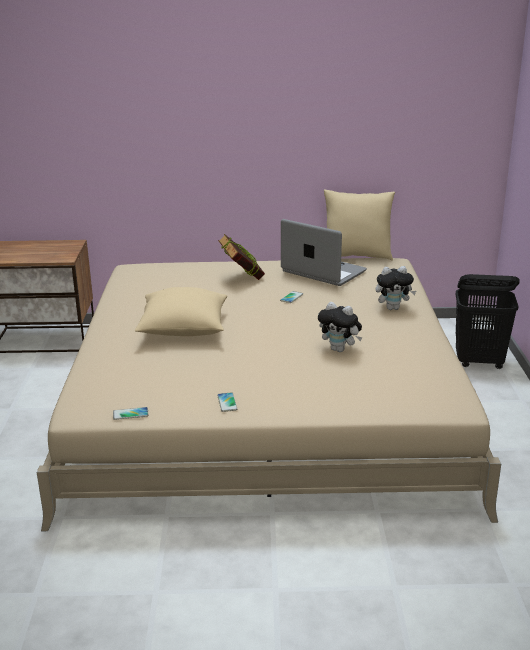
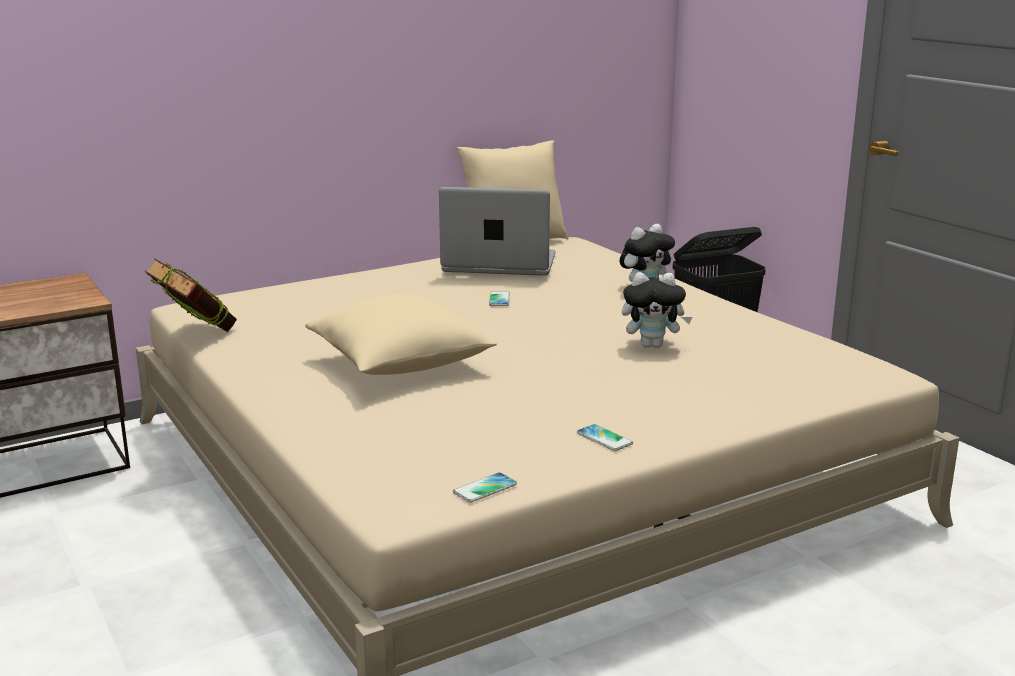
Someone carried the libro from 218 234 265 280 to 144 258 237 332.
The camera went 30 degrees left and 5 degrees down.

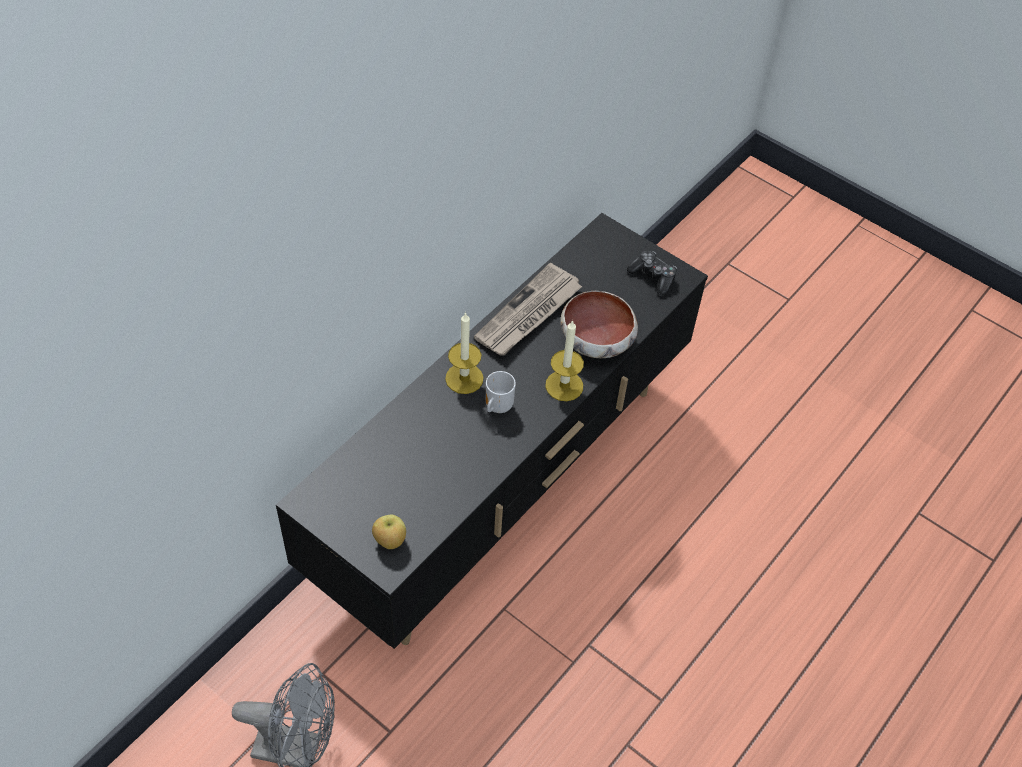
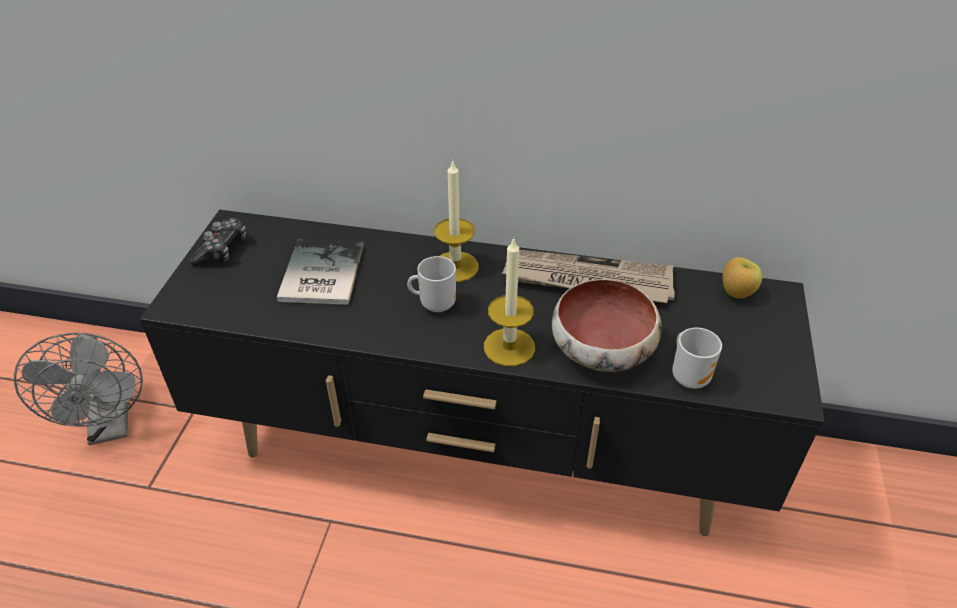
Someone put down the libro at 277 239 364 305.
Someone put down the taza grande at 672 328 722 389.
Someone carried the manzana from 372 515 406 549 to 723 257 763 298.
Someone carried the mando de consola from 627 251 677 295 to 189 218 246 266.
The camera went 65 degrees right and 10 degrees down.

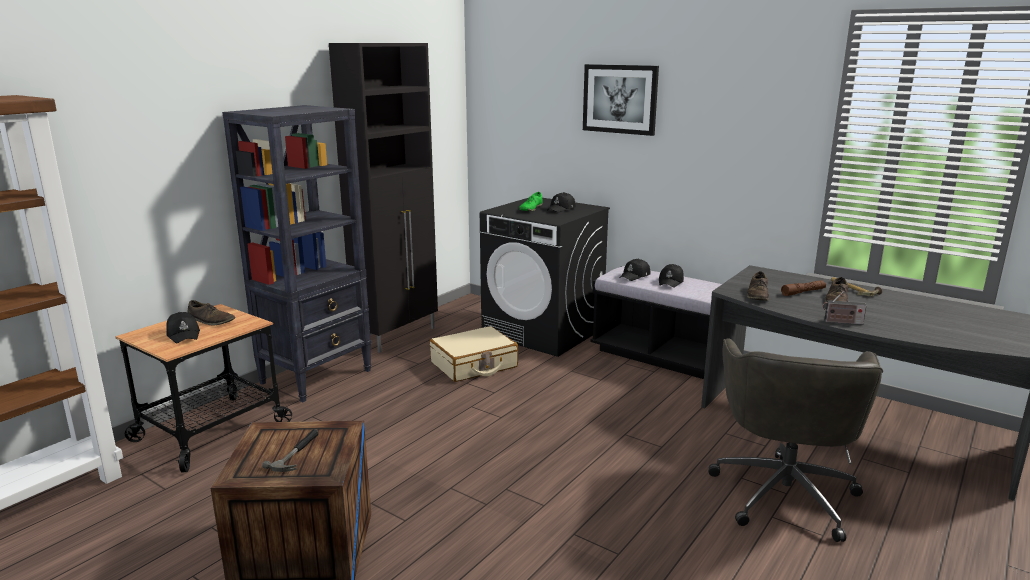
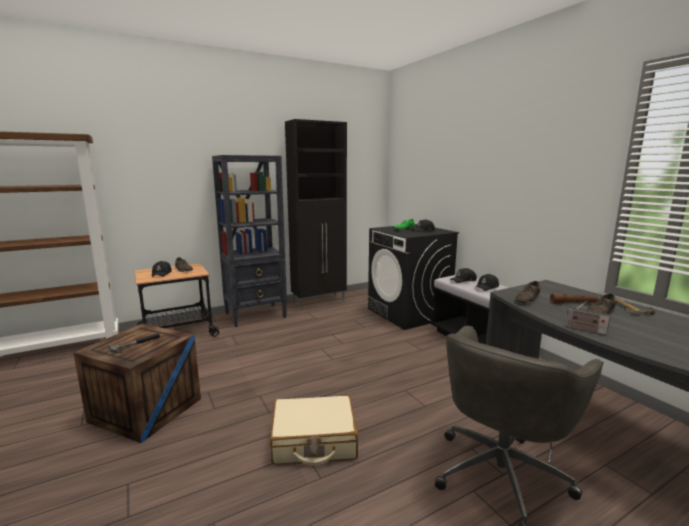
Someone took away the cuadro at 583 64 659 136.
Someone carried the maleta/beis from 430 326 518 382 to 270 395 358 466.
The camera went 25 degrees right and 5 degrees down.

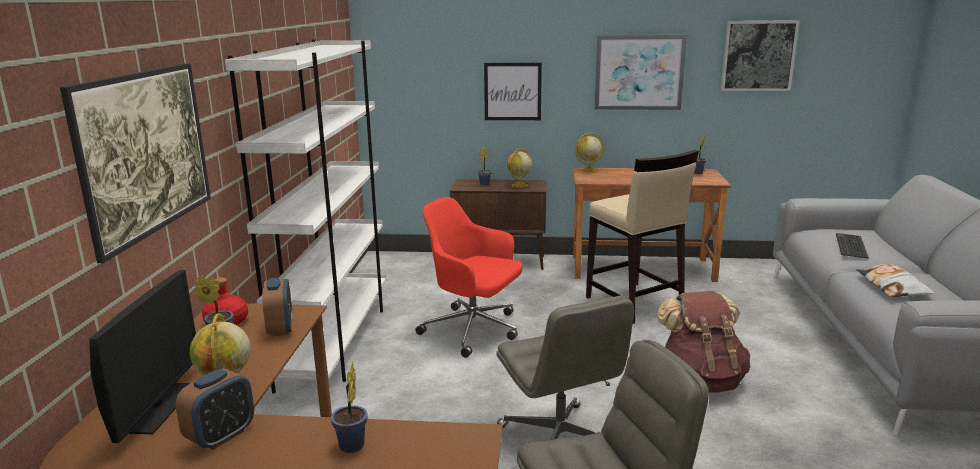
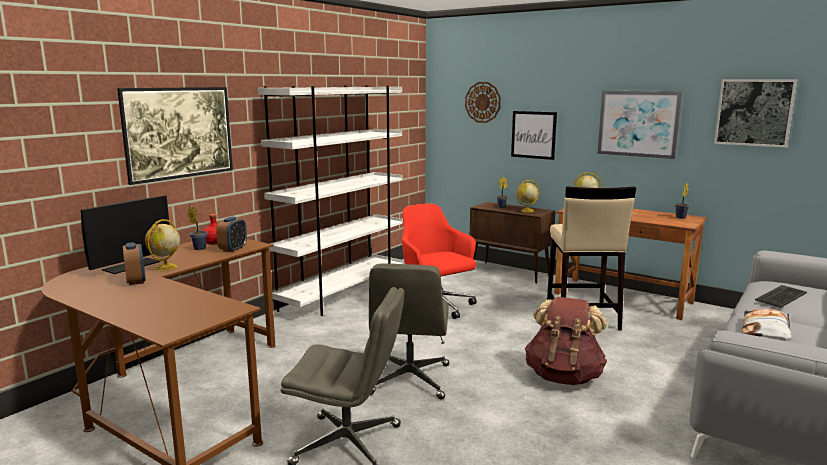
Someone took away the planta en maceta at 331 361 368 453.
Someone put up the reloj de pared at 465 82 501 123.
Someone rotated the despertador at 176 369 254 450 by 90 degrees counterclockwise.
The camera went 30 degrees right and 5 degrees down.

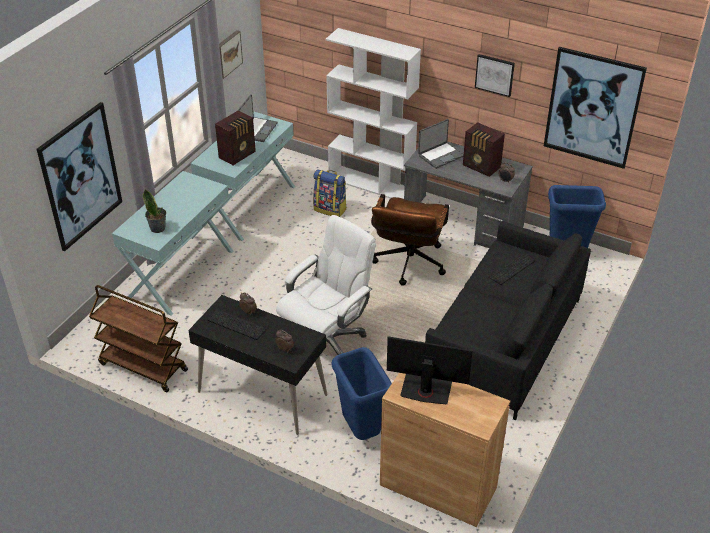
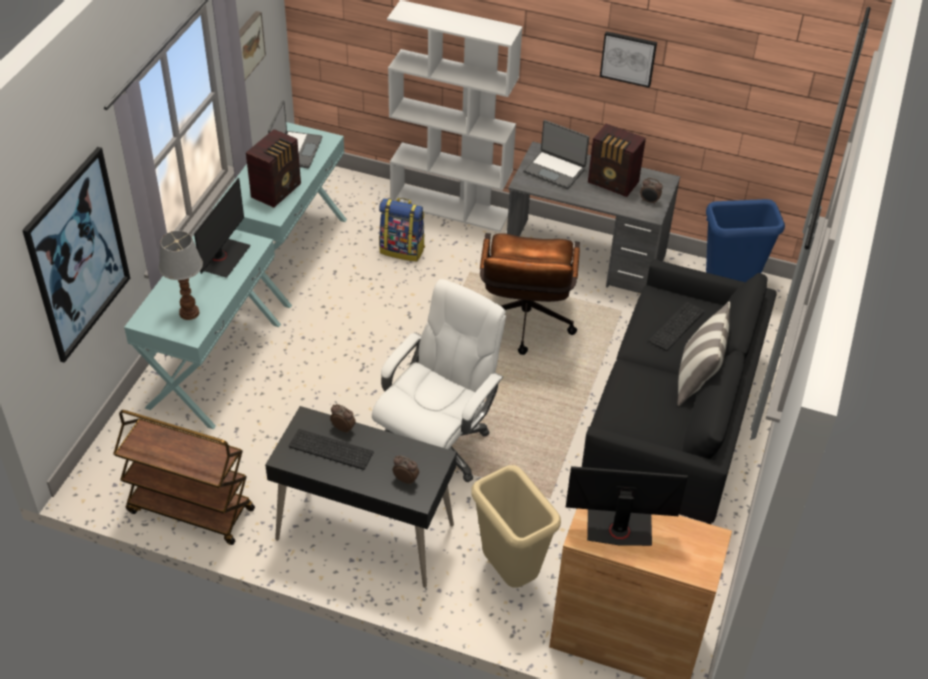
Someone took away the cuadro at 544 47 647 169.
Someone put down the monitor at 194 178 251 278.
Someone put down the cojín at 677 302 730 406.
Someone swapped the planta en maceta at 143 190 166 233 for the lámpara de mesa at 159 230 203 320.
Someone repainted the papelera/azul at 332 347 392 440, which became the papelera/beis at 471 465 561 588.
Someone rotated the portátil at 418 119 464 169 by 75 degrees clockwise.
The camera went 10 degrees left and 5 degrees up.

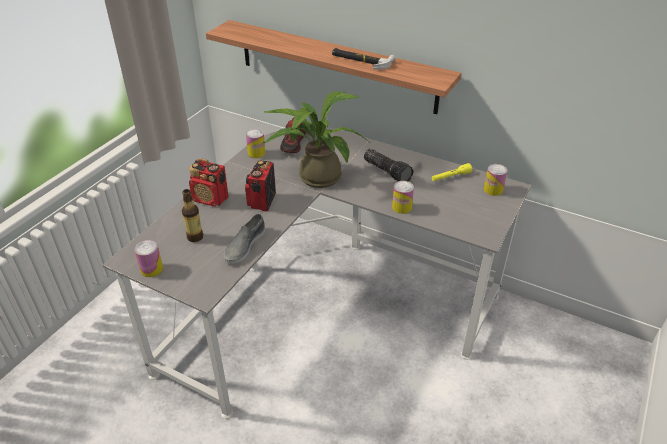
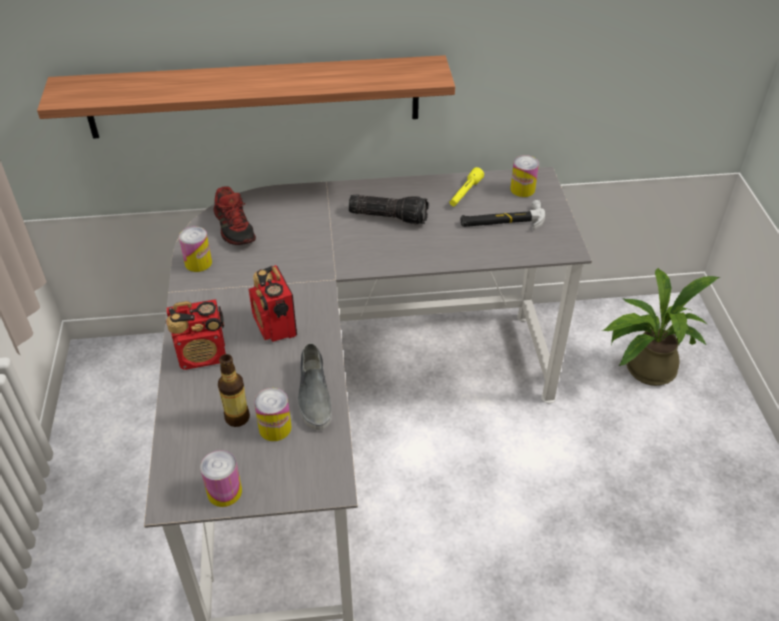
Someone carried the planta en maceta from 263 92 369 188 to 602 268 720 386.
Someone carried the martillo from 332 48 396 70 to 460 200 545 230.
Someone carried the lata from 392 181 414 214 to 254 388 291 441.
The camera went 35 degrees left and 5 degrees up.

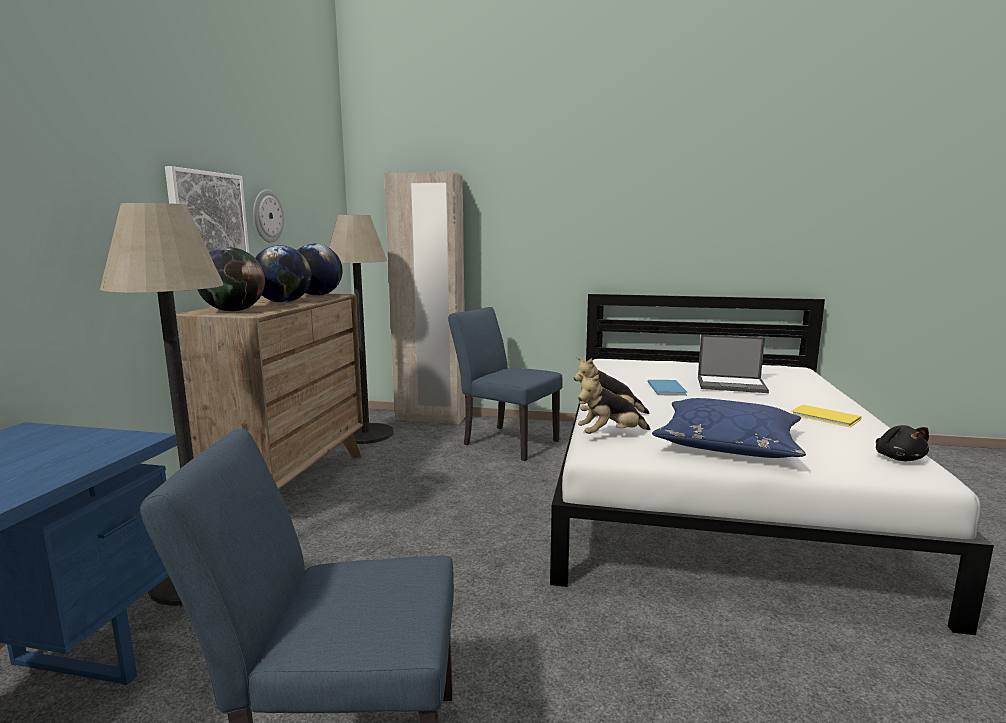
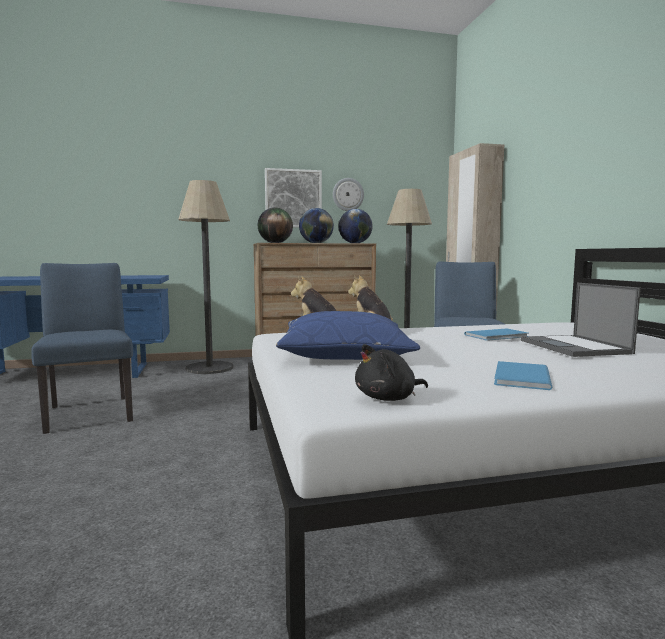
Someone repainted the libro/amarillo at 792 405 862 427, which became the libro/azul at 494 361 552 390.
The camera went 65 degrees right and 5 degrees down.

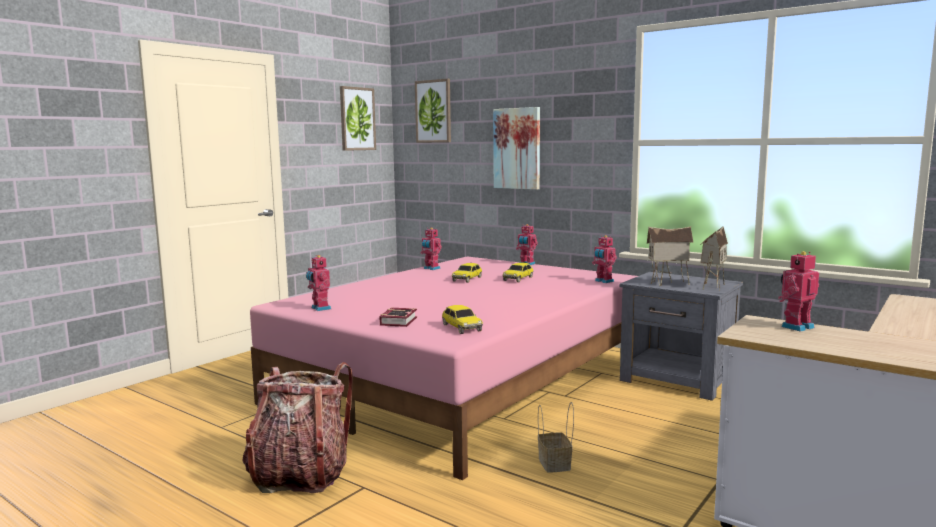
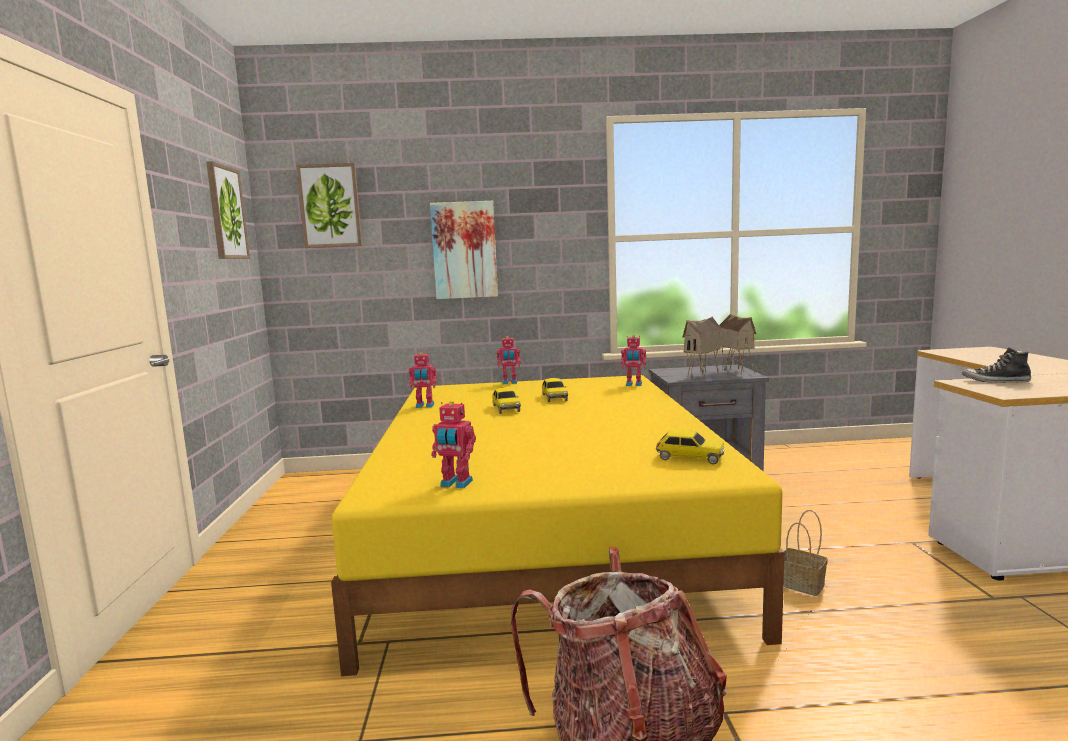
Someone took away the libro at 379 308 417 327.
Someone swapped the robot de juguete at 778 251 819 332 for the zapato at 962 347 1031 383.
Someone repainted the cama/rosa at 250 256 638 480, which became the cama/amarillo at 331 375 785 676.
The camera went 40 degrees left and 0 degrees up.

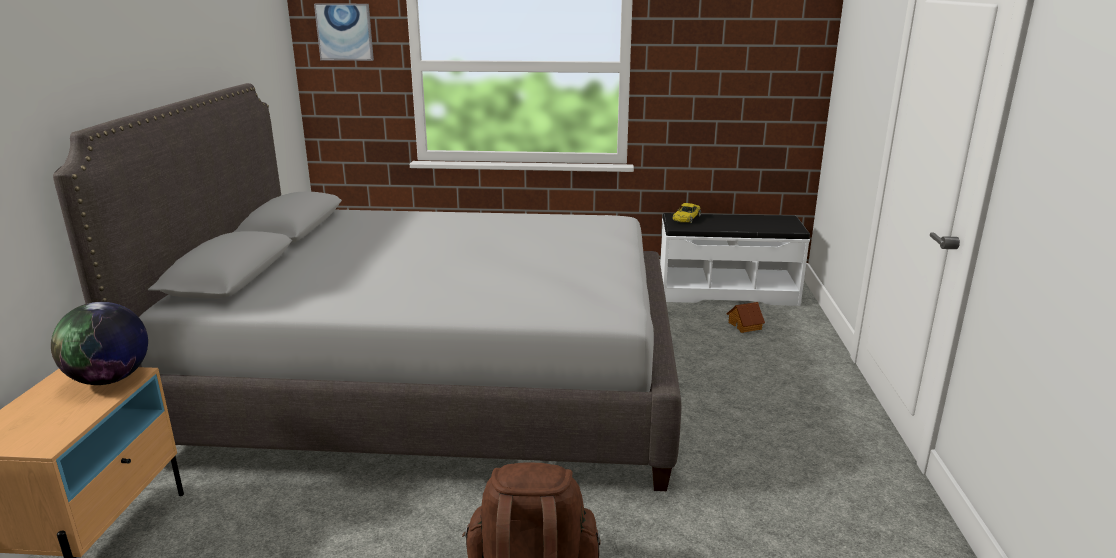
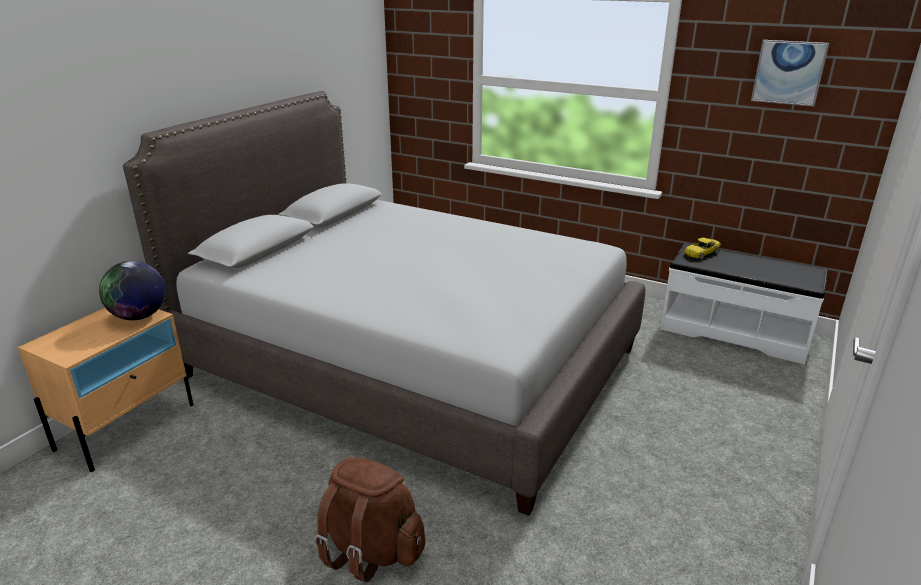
Someone took away the casita at 727 302 765 333.
Someone carried the cuadro from 314 4 374 61 to 751 40 829 106.
The camera went 25 degrees right and 5 degrees up.

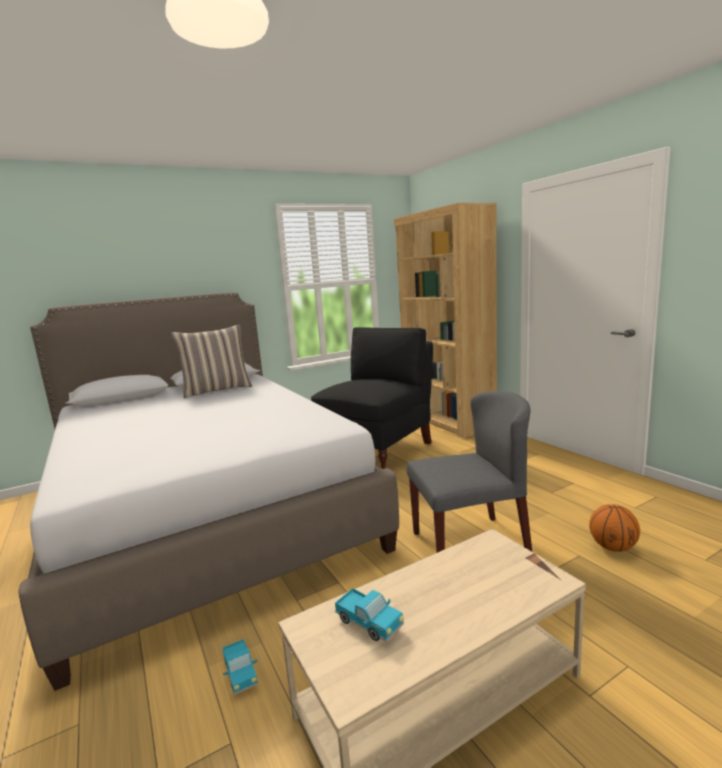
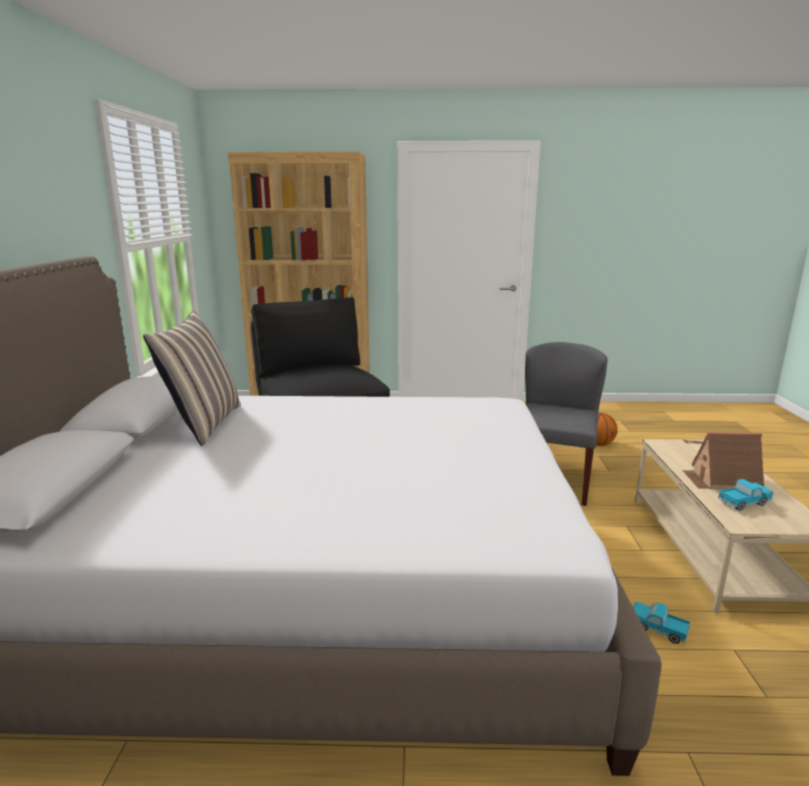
Someone put down the casita at 682 432 764 489.
Someone rotated the camión de juguete at 222 639 258 695 by 150 degrees counterclockwise.
The camera went 60 degrees left and 5 degrees up.

